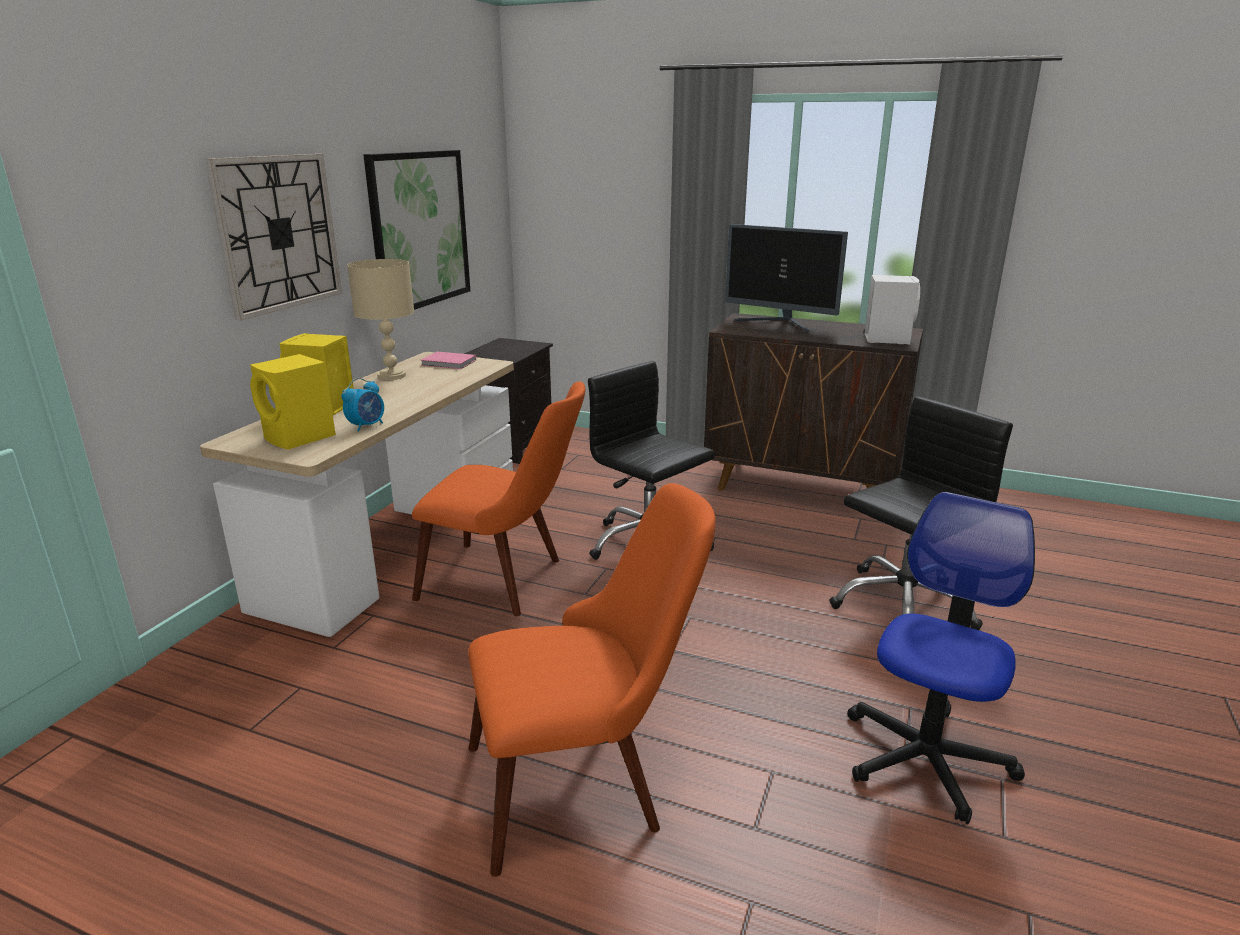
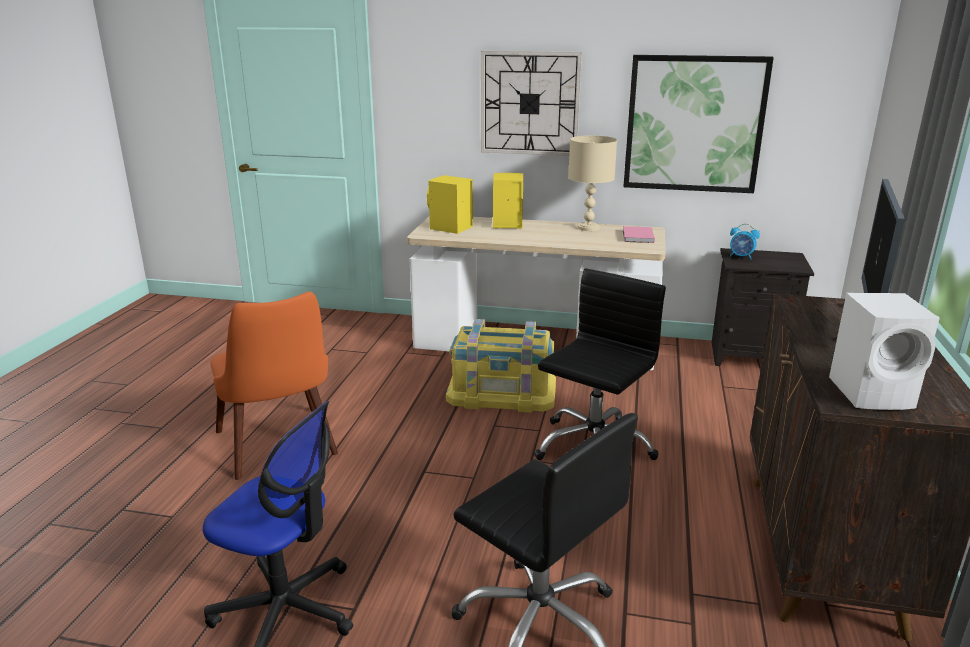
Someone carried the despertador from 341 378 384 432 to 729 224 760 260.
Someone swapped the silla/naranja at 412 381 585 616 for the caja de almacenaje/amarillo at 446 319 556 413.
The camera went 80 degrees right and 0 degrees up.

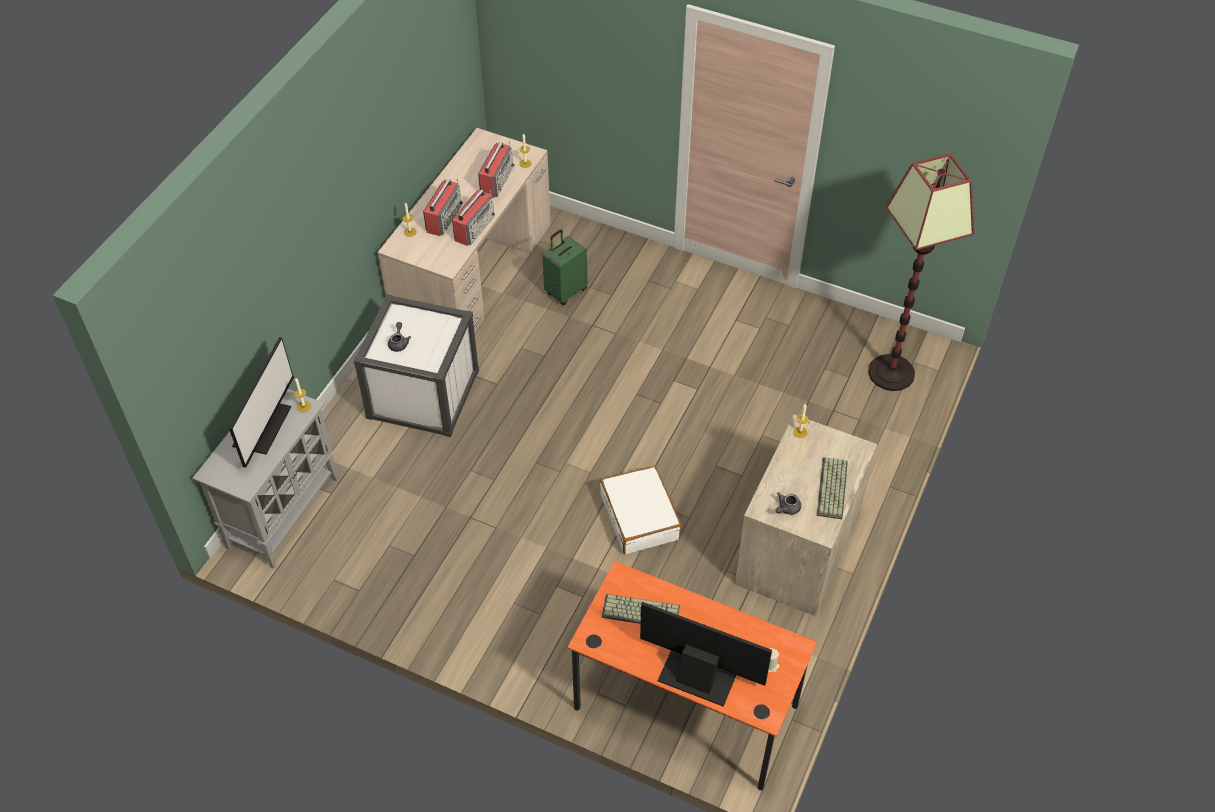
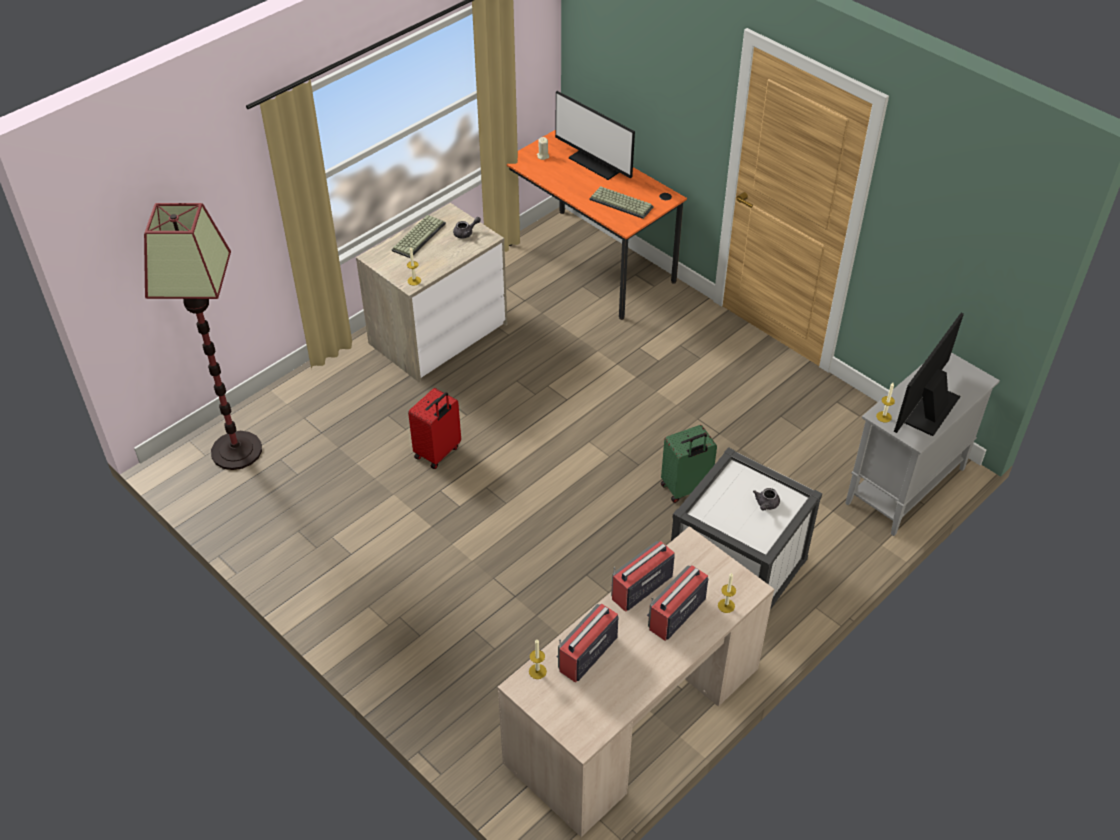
Someone took away the maleta/blanco at 600 466 682 554.
Someone put down the maleta/rojo at 408 388 461 469.
Someone carried the maleta/verde from 542 229 587 305 to 661 425 717 503.
The camera went 160 degrees left and 5 degrees down.

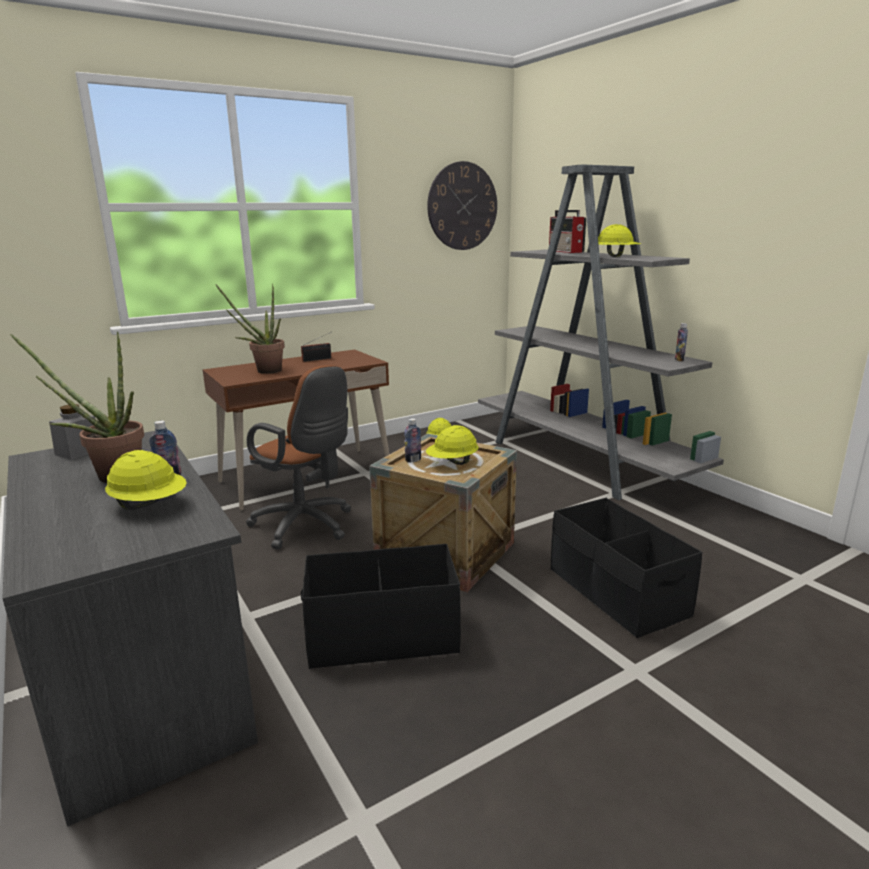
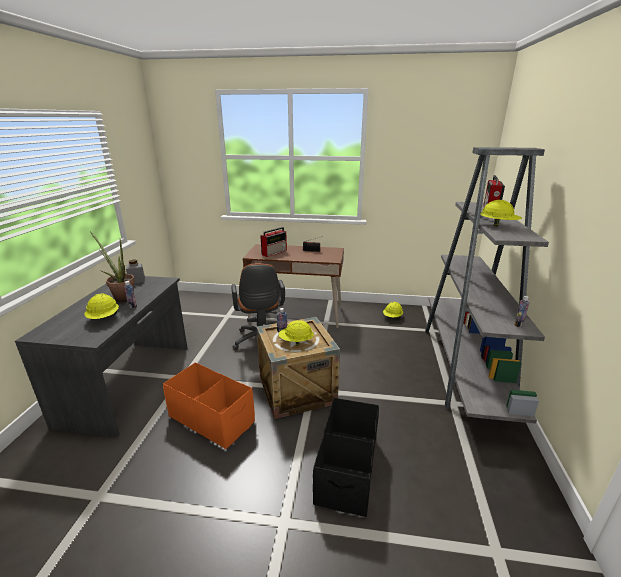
Someone took away the reloj de pared at 427 161 497 250.
Someone swapped the planta en maceta at 215 283 285 374 for the radio at 260 227 287 257.
Someone repainted the caja de almacenaje/negro at 300 544 461 669, which became the caja de almacenaje/naranja at 163 362 255 449.
The camera went 40 degrees right and 5 degrees up.

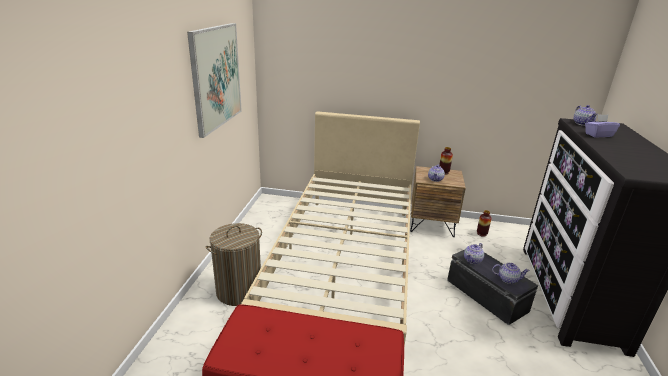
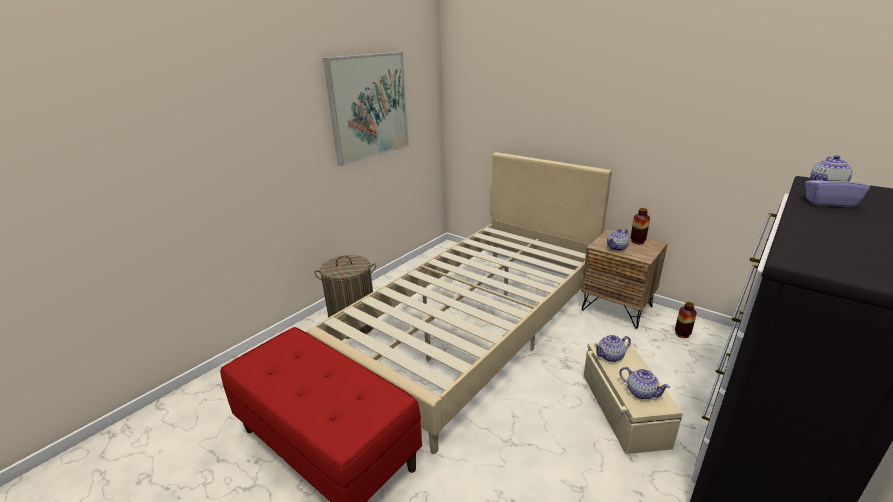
Someone repainted the caja de almacenaje/negro at 447 250 538 325, which became the caja de almacenaje/beis at 584 340 683 454.
The camera went 30 degrees right and 0 degrees up.

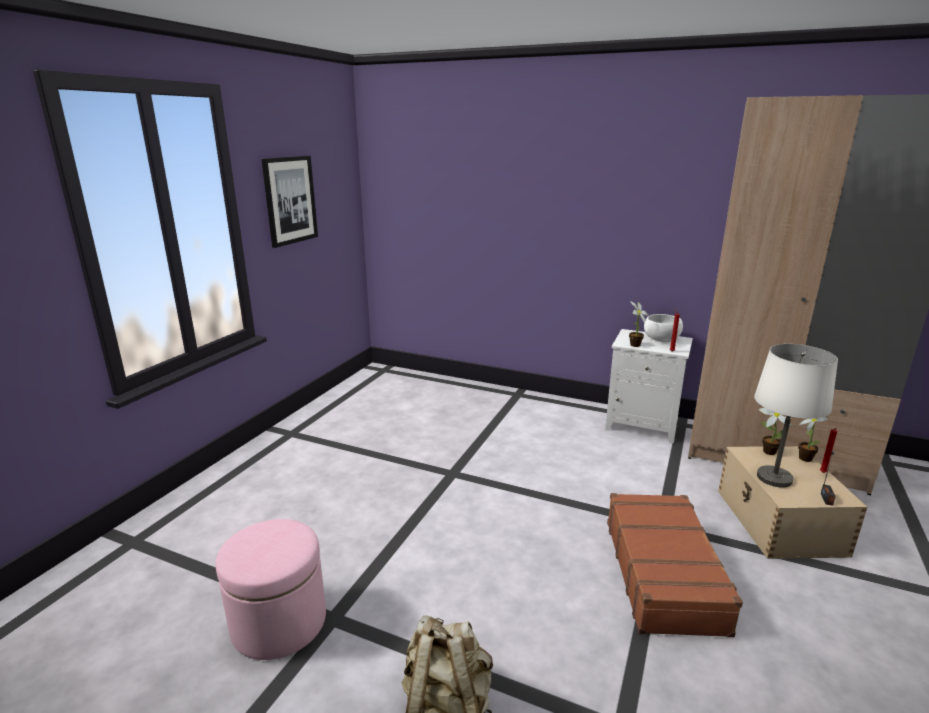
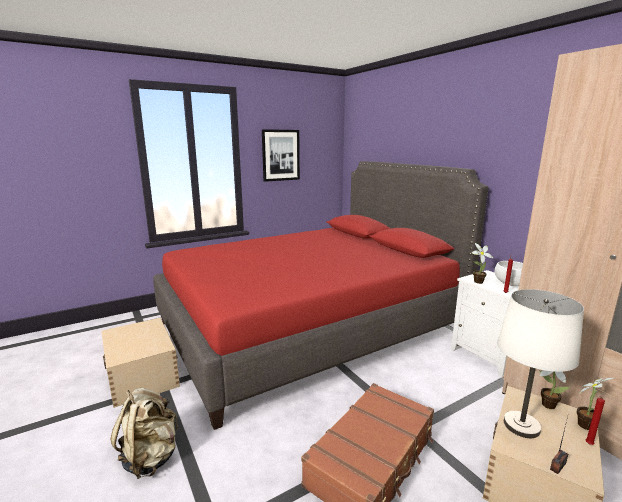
Someone put down the cama/rojo at 153 161 489 430.
Someone swapped the puf/rosa at 216 519 326 660 for the caja de almacenaje/beis at 101 318 180 408.
The camera went 35 degrees right and 5 degrees down.

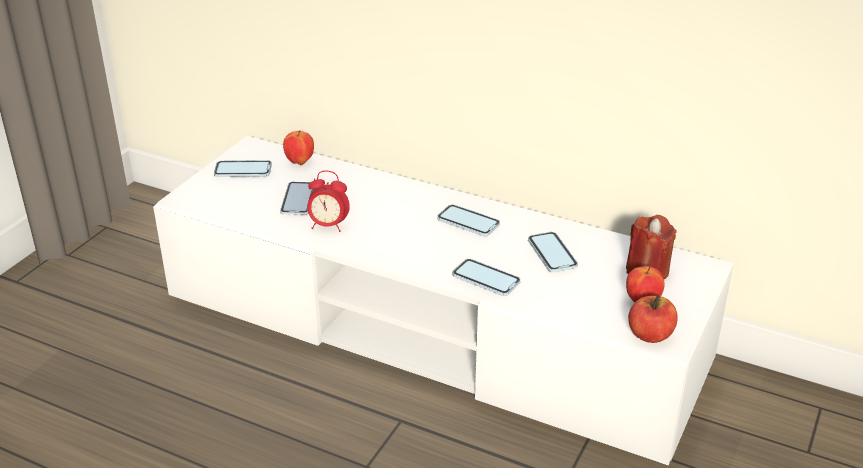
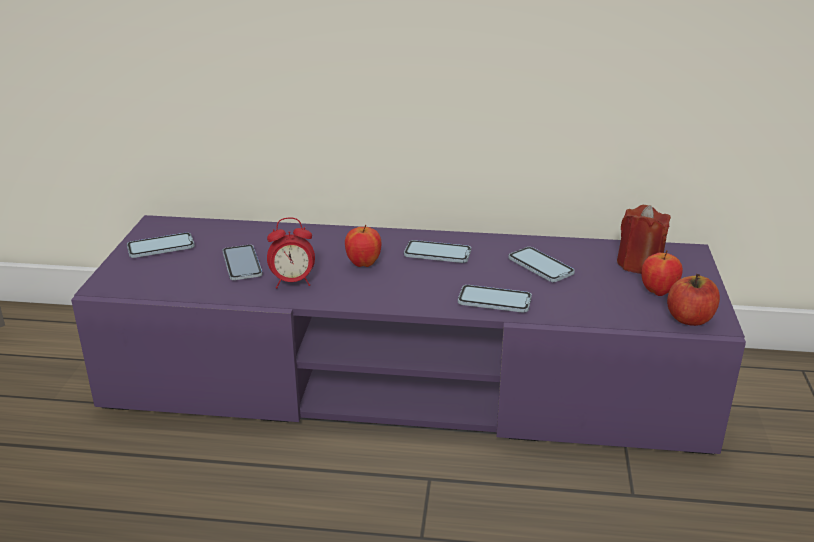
Someone carried the manzana from 283 130 314 165 to 345 225 381 267.
Someone repainted the mueble de televisión/blanco at 153 136 734 465, which became the mueble de televisión/morado at 71 215 746 455.
The camera went 20 degrees left and 5 degrees down.

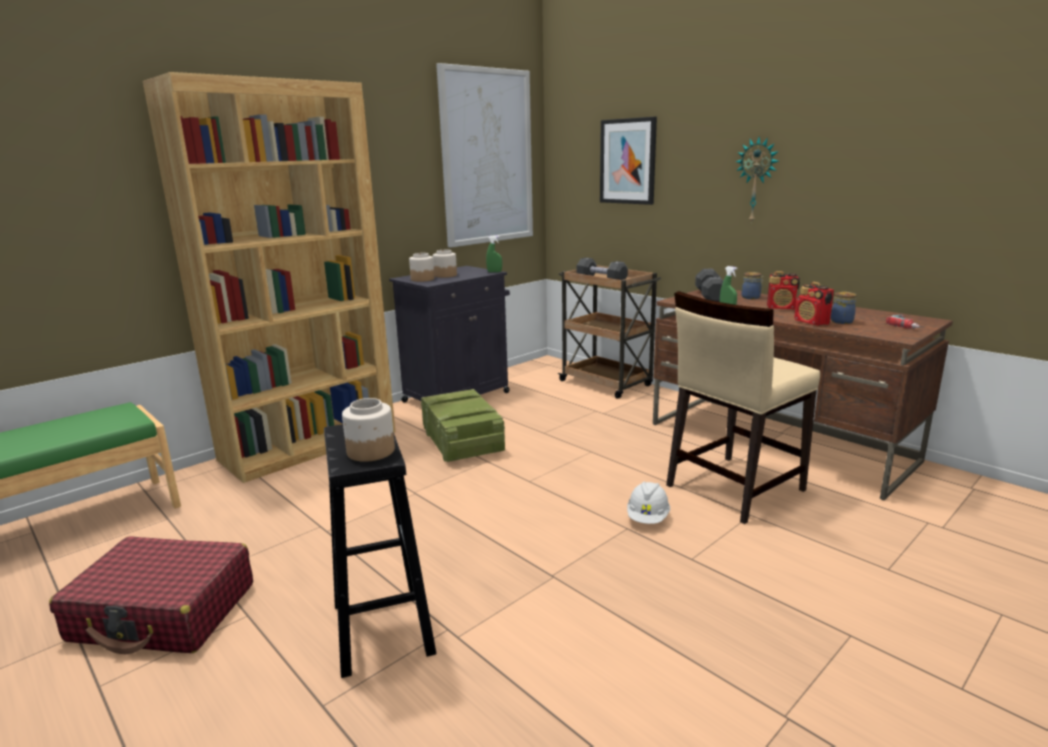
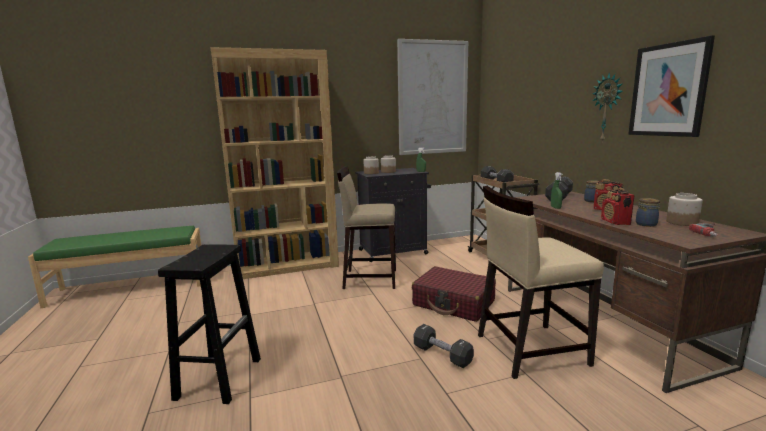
Someone carried the maleta/rojo from 49 536 253 654 to 412 266 496 322.
Someone carried the tarro from 342 398 395 462 to 666 193 703 226.
Someone carried the cuadro from 600 117 657 205 to 628 35 715 137.
Someone swapped the caja de embalaje at 421 389 505 462 for the taburete/beis at 337 166 396 289.
Someone swapped the casco/blanco at 627 481 670 524 for the mancuerna/negro at 414 324 474 368.
The camera went 25 degrees right and 5 degrees down.

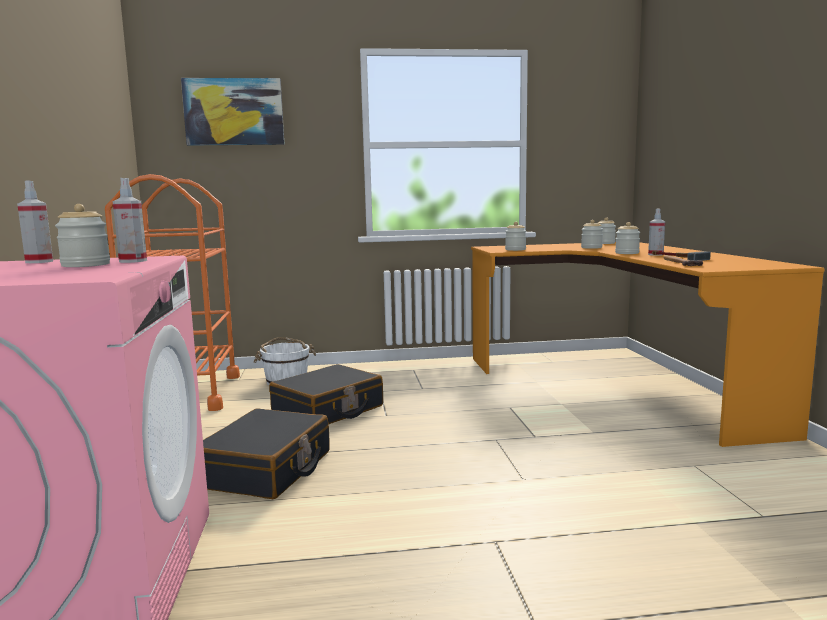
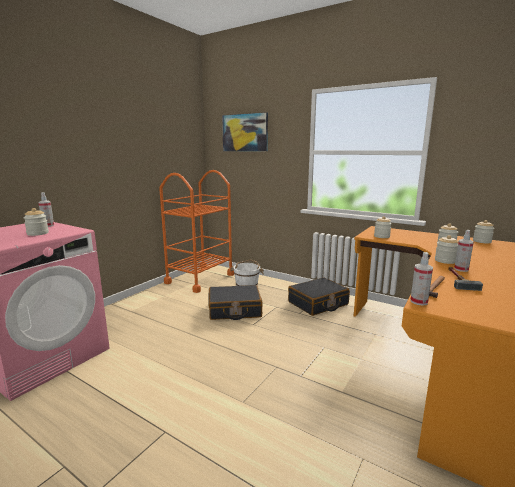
Someone carried the pulverizador from 112 178 147 263 to 410 252 433 306.
Someone carried the maleta/negro from 203 408 330 499 to 288 277 350 316.
The camera went 40 degrees right and 5 degrees up.

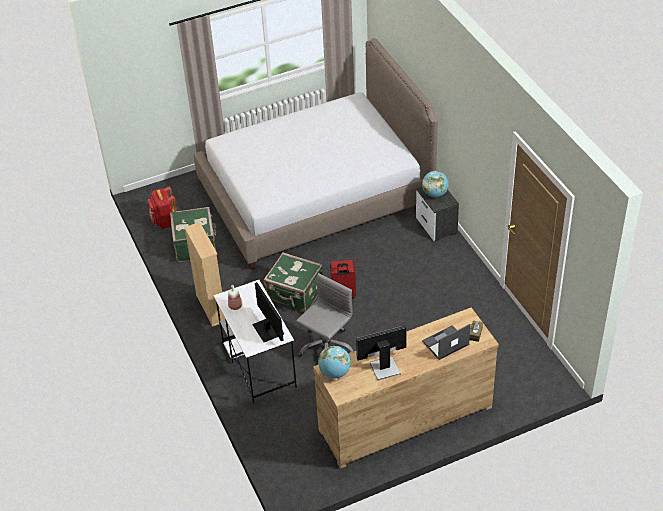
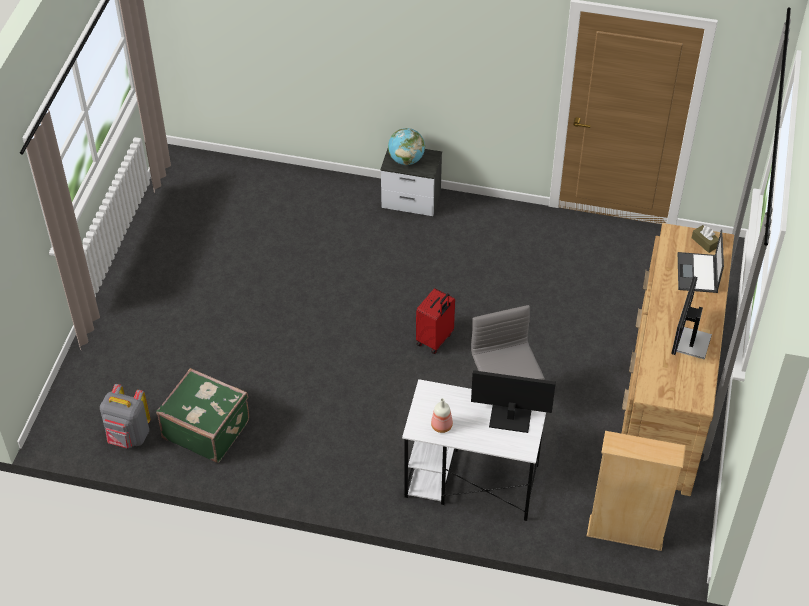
Someone took away the cama at 194 38 438 270.
Someone took away the maleta/verde at 264 252 323 312.
Someone took away the globo terráqueo at 318 346 351 379.
Someone carried the estantería/beis from 184 222 225 327 to 587 431 686 551.
Someone repainted the mochila/rojo at 148 187 177 229, which became the mochila/gris at 100 384 150 448.
The camera went 55 degrees left and 5 degrees up.

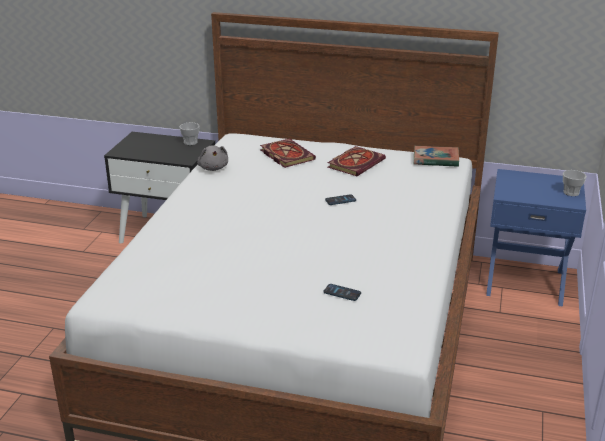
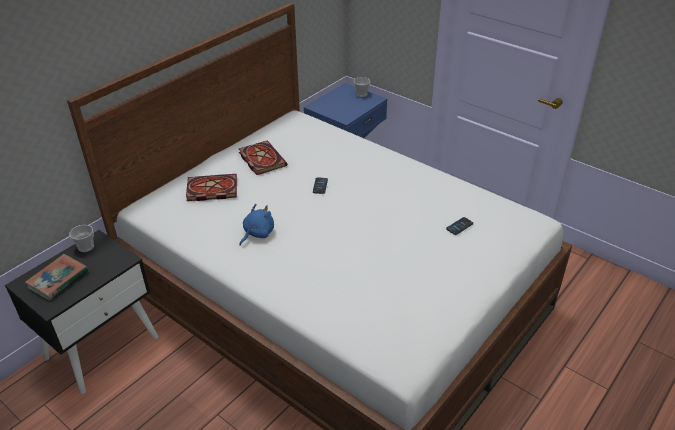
Someone took away the peluche/gris at 197 145 228 171.
Someone put down the peluche/azul at 240 204 274 245.
Someone carried the libro from 414 146 459 167 to 25 254 88 301.
The camera went 65 degrees left and 10 degrees up.

